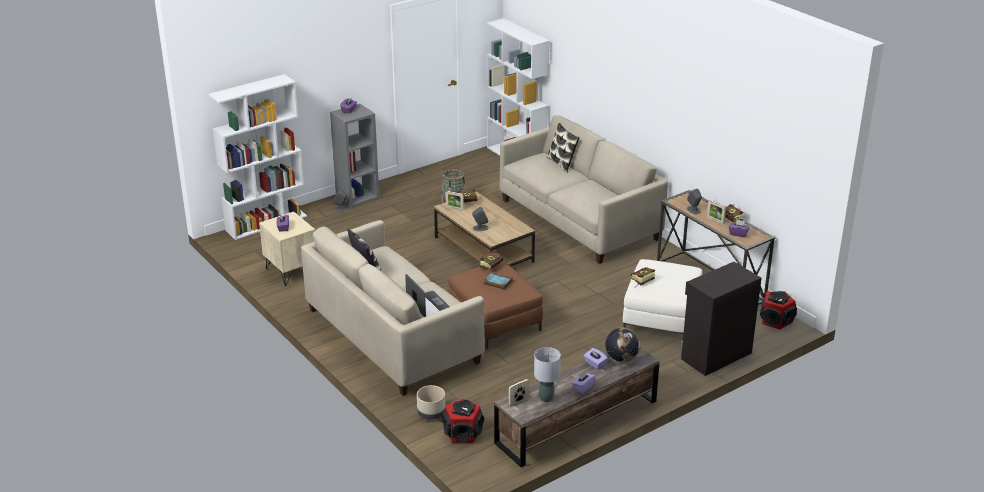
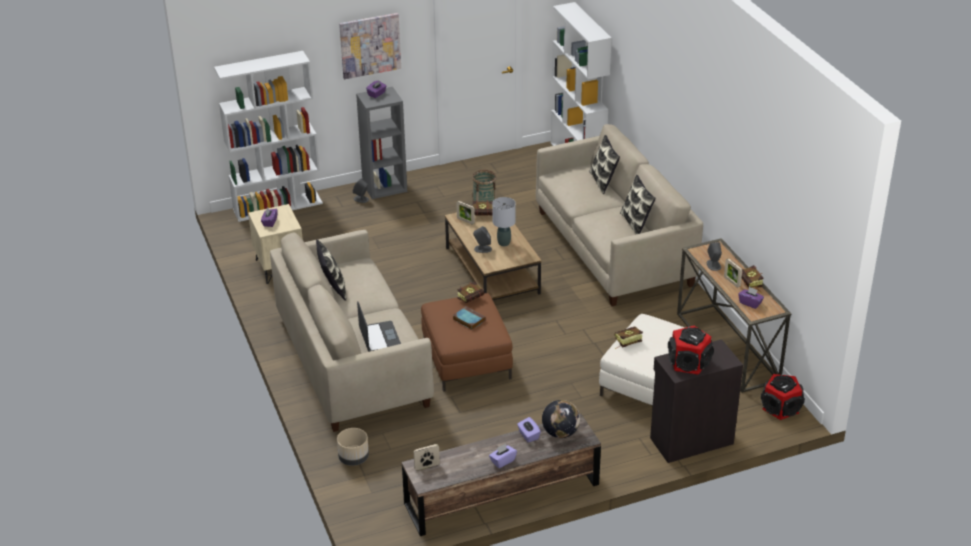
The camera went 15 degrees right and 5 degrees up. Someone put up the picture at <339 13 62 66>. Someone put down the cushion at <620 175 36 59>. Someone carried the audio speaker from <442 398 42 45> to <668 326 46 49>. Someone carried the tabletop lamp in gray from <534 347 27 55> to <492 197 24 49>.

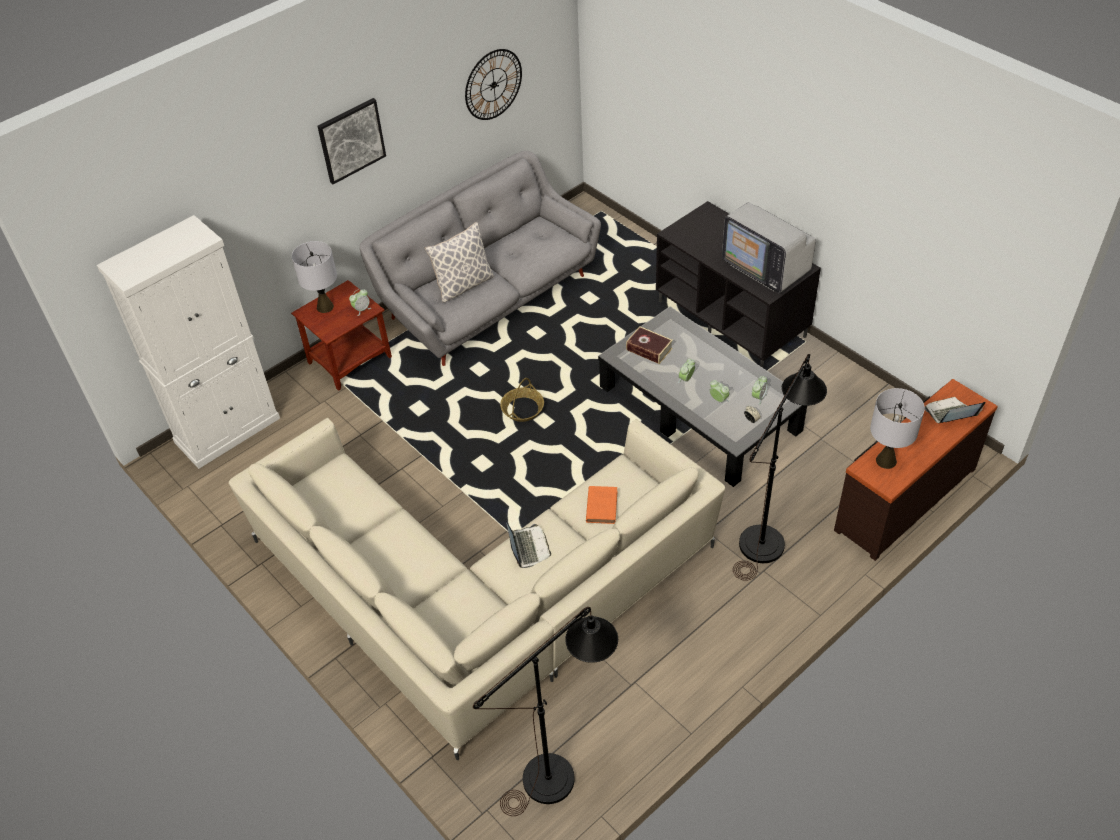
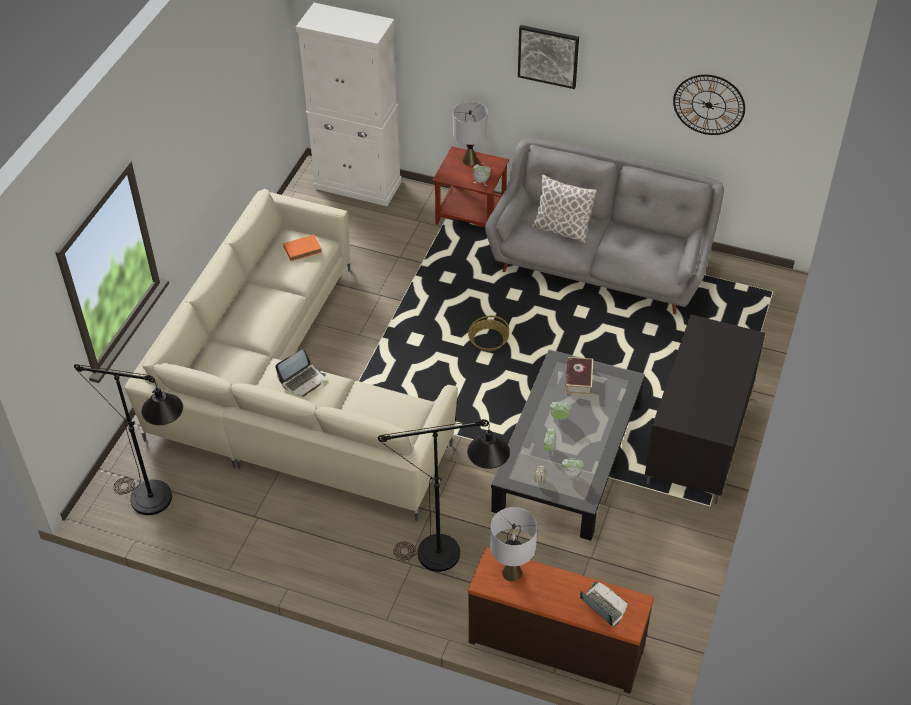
The camera went 60 degrees right and 0 degrees up. Someone took away the TV at <722 202 94 91>. Someone carried the volume in orange from <586 486 31 38> to <283 235 39 26>.

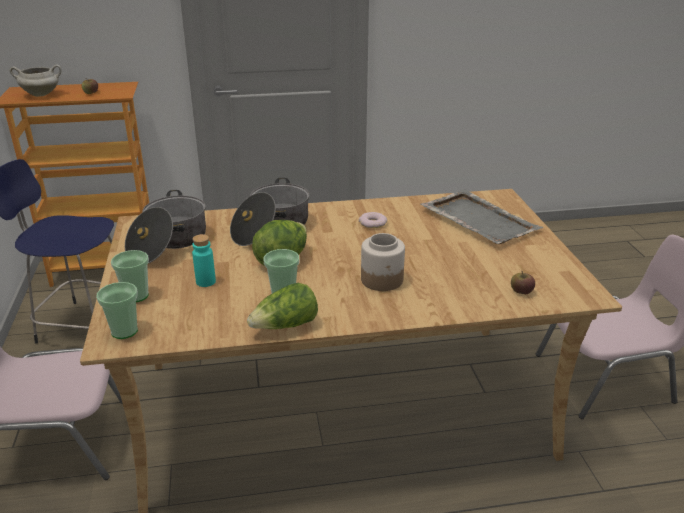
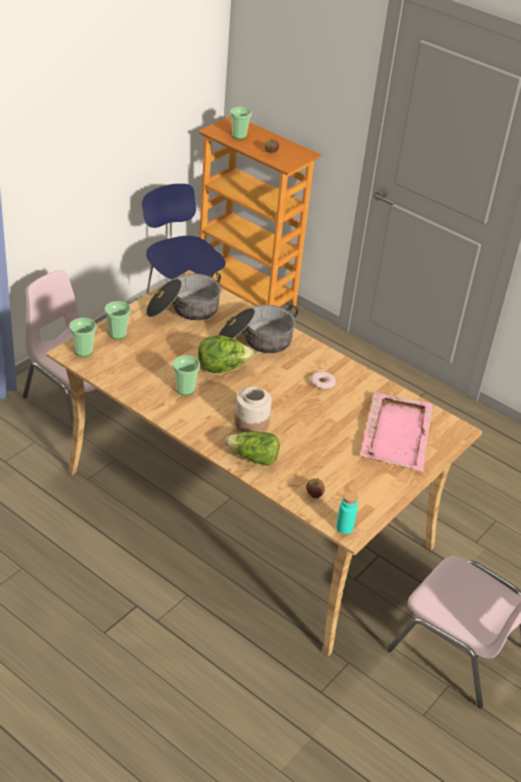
The camera went 45 degrees right and 10 degrees up. Someone carried the beverage bottle in turquoise-coloured from <192 234 24 53> to <336 491 22 43>. Someone carried the lettuce from <247 283 71 46> to <225 431 55 35>. Someone swapped the cooking pot in whitish at <9 65 53 32> for the cup at <230 107 22 32>. Someone repainted the carrying tray in gray at <421 189 122 55>, which became the carrying tray in pink at <361 392 72 79>.

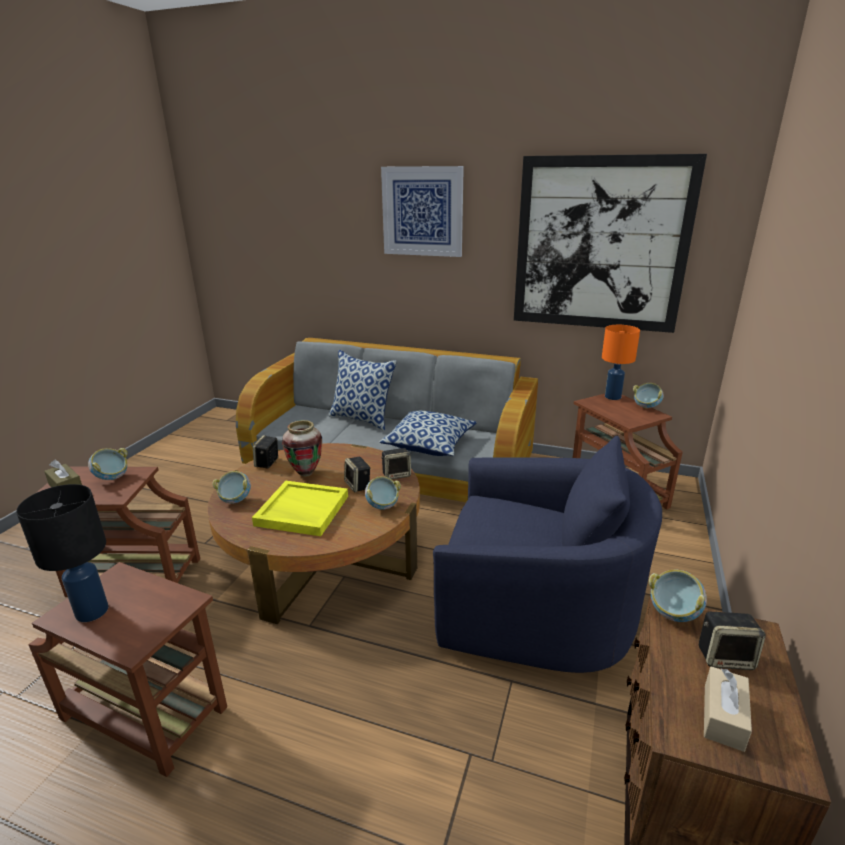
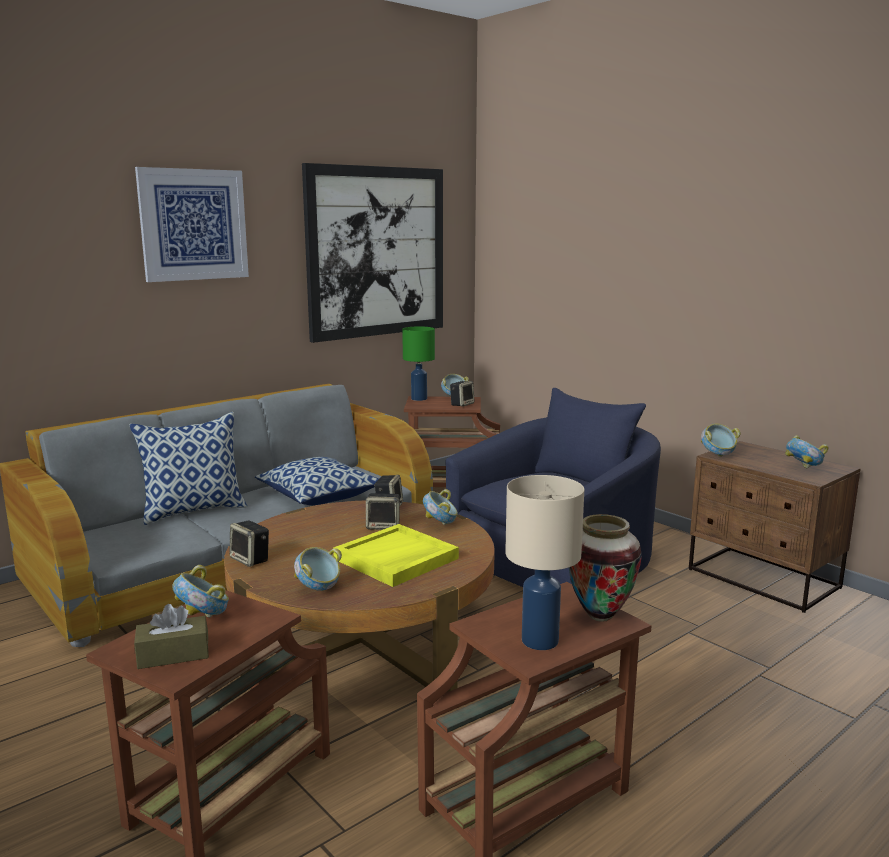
The camera went 60 degrees left and 10 degrees down. Someone carried the flower vase from <282 420 40 57> to <569 514 73 108>. Someone carried the audio speaker from <699 612 67 58> to <450 381 24 26>. Someone swapped the tissue holder in beige at <704 667 48 85> for the serving bowl at <785 435 44 33>. Someone repainted the tabletop lamp in black-coloured at <16 484 93 138>, which became the tabletop lamp in beige at <505 475 79 175>. Someone repainted the tabletop lamp in orange at <602 325 38 75>, which became the tabletop lamp in green-coloured at <402 327 33 74>.

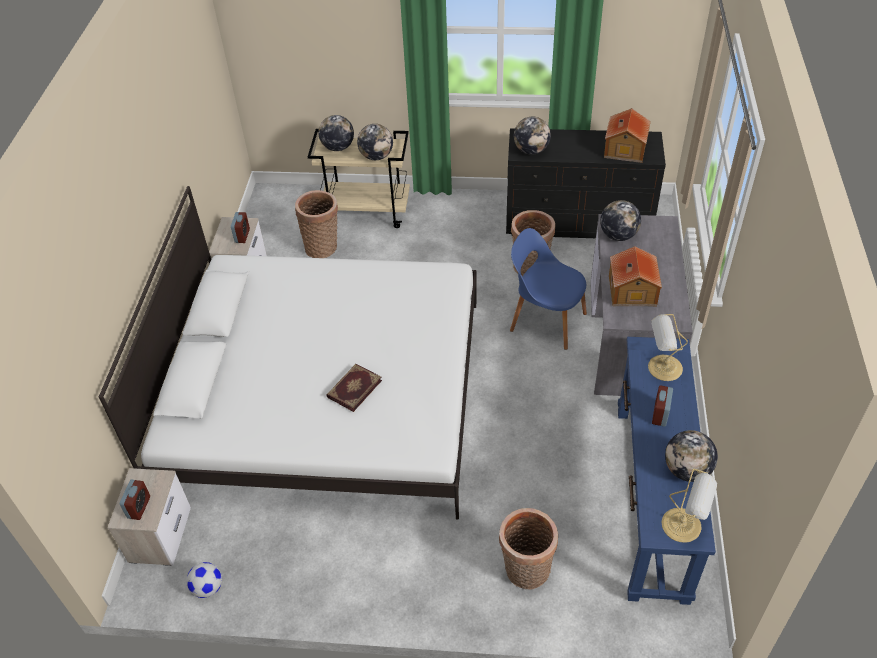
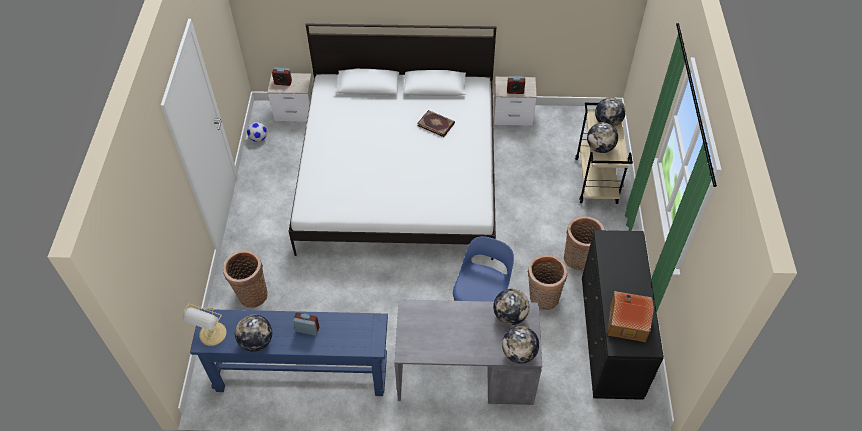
The camera went 85 degrees right and 5 degrees up. Someone took away the model house at <609 246 53 60>. Someone took away the tabletop lamp at <648 314 40 67>. Someone carried the household basket from <295 190 43 68> to <564 216 40 54>. Someone carried the volume from <326 364 56 48> to <417 110 38 27>. Someone carried the desk globe from <514 117 37 38> to <502 326 37 38>.

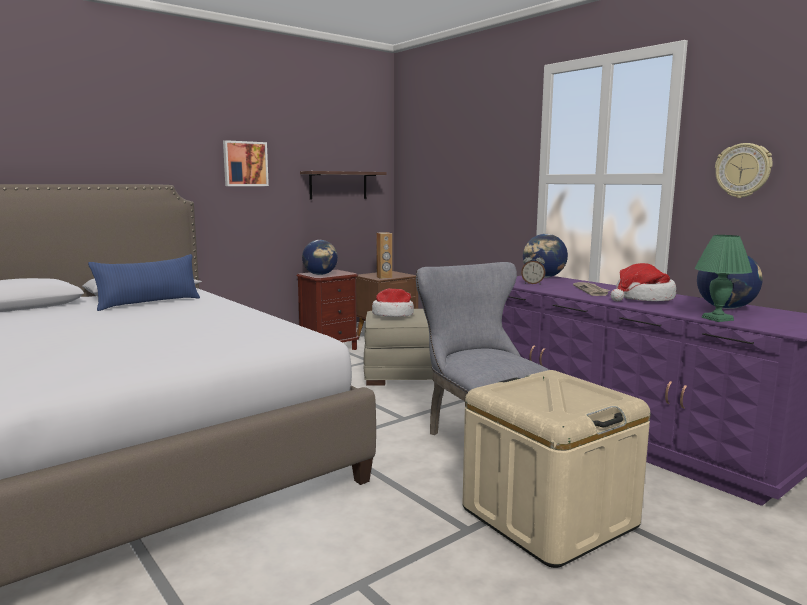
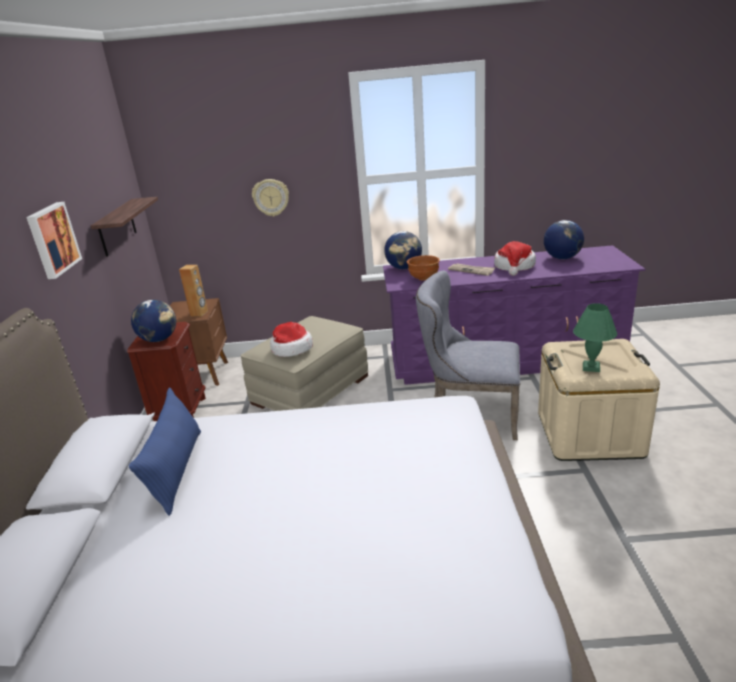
The camera went 50 degrees left and 15 degrees up. Someone carried the tabletop lamp in green-coloured from <695 235 57 87> to <573 303 44 69>. Someone carried the clock on the wall from <715 143 58 55> to <252 179 37 38>. Someone swapped the table clock at <521 253 25 32> for the serving bowl in brown-coloured at <407 255 33 25>.

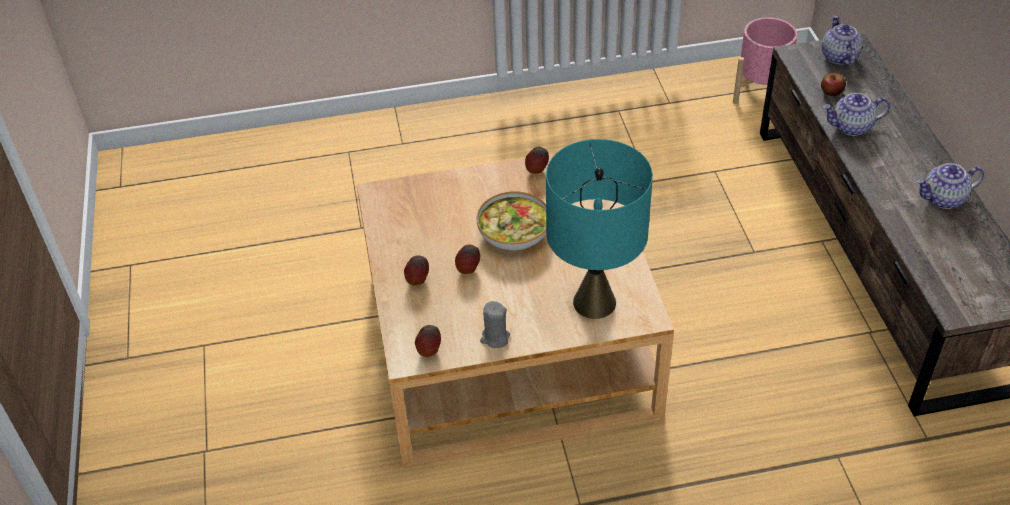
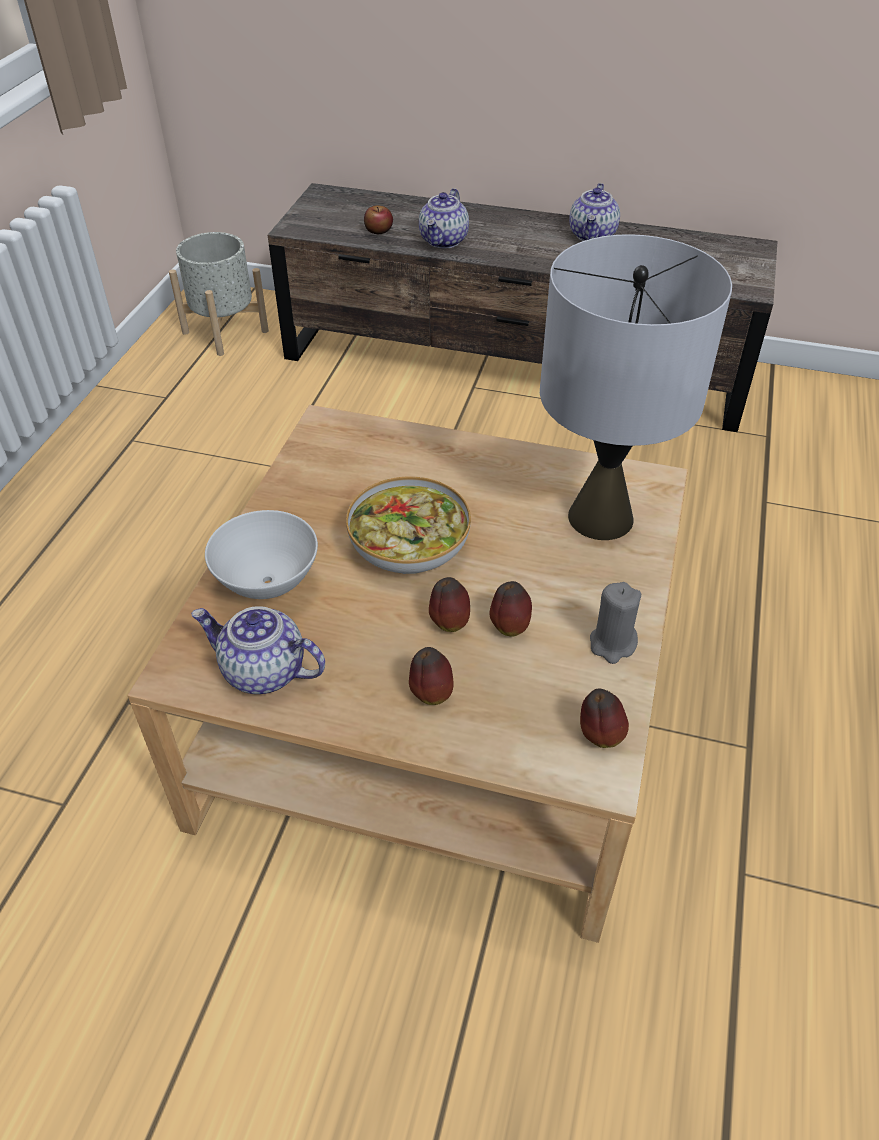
The camera went 65 degrees left and 0 degrees up. Someone put down the serving bowl in whitish at <205 510 113 89>. Someone carried the whole apple from <525 147 24 27> to <489 581 43 56>. Someone carried the tea pot from <822 15 40 51> to <191 606 134 88>. Someone repainted the tabletop lamp in turquoise-coloured at <546 139 107 180>, which became the tabletop lamp in gray at <540 234 192 306>. Someone repainted the flower pot in pink at <733 17 64 87>, which became the flower pot in gray at <169 232 100 124>.

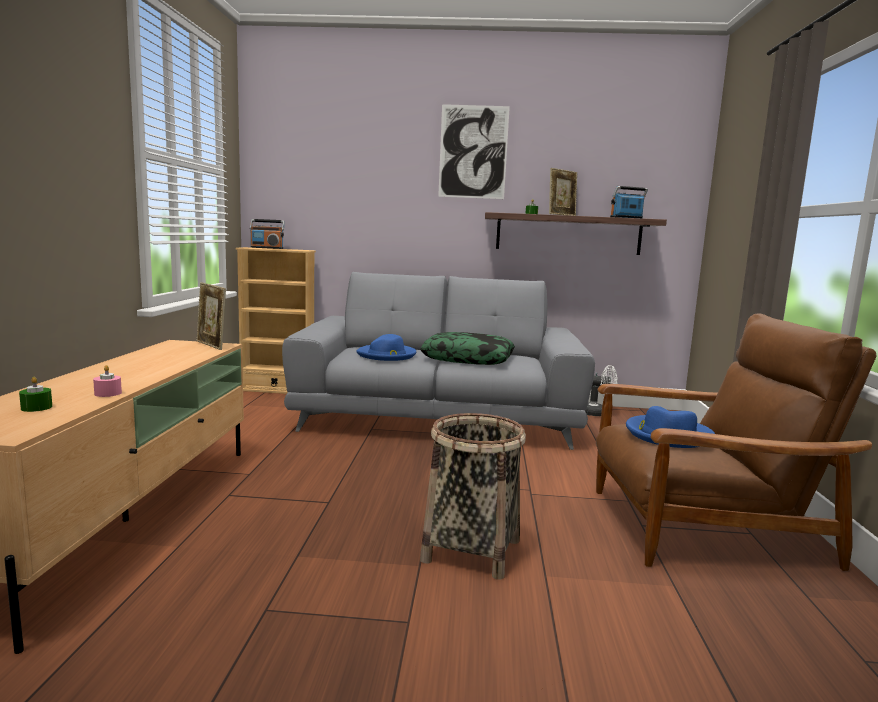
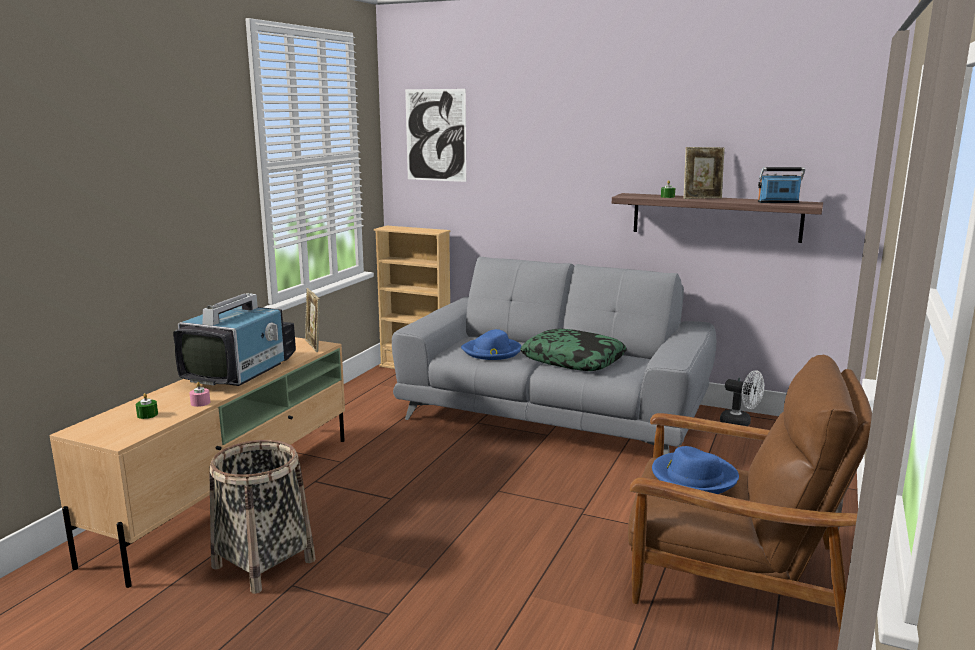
The camera went 20 degrees right and 5 degrees up. Someone took away the radio receiver at <250 219 35 30>. Someone put down the TV at <173 293 123 93>. Someone carried the household basket from <420 413 106 166> to <209 440 107 154>. Someone carried the picture from <438 104 72 95> to <405 89 61 93>.

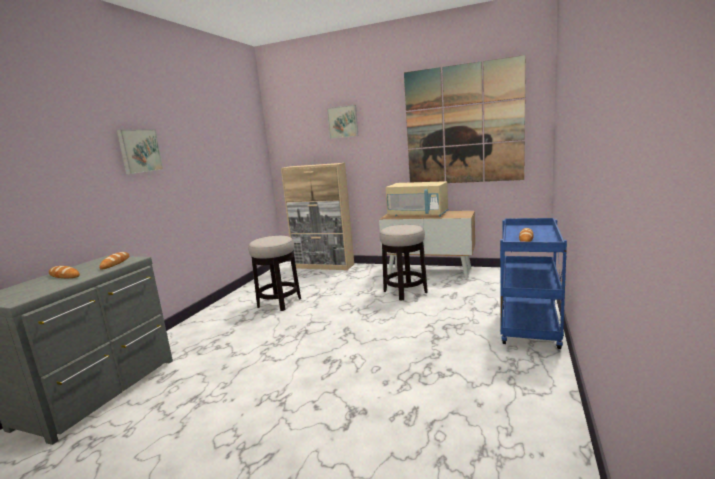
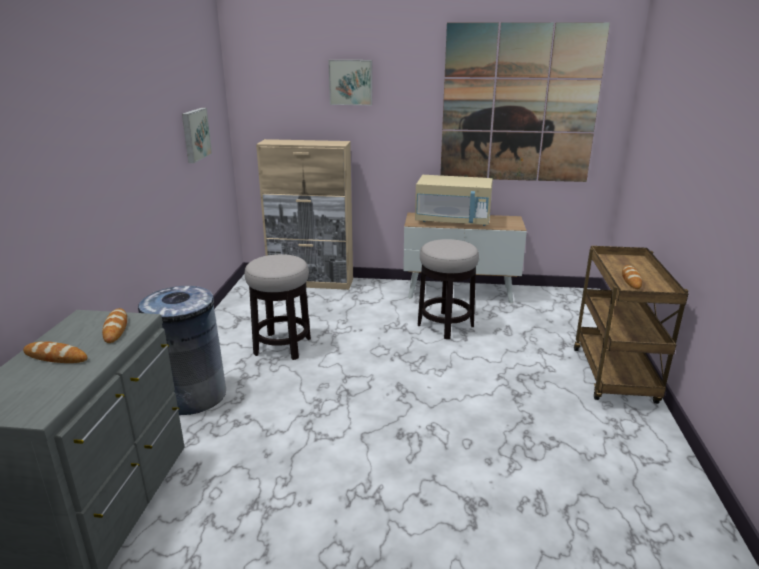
The camera went 15 degrees left and 10 degrees up. Someone put down the rubbish bin in gray at <138 286 88 129>. Someone carried the picture from <116 129 48 45> to <182 108 30 55>. Someone repainted the cart in blue-coloured at <500 218 67 131>, which became the cart in brown-coloured at <574 246 114 158>.

